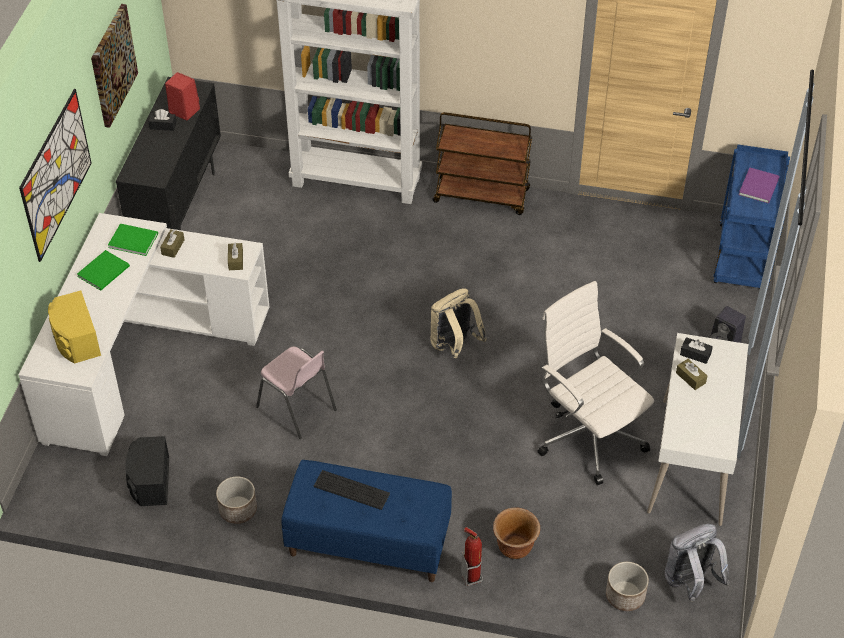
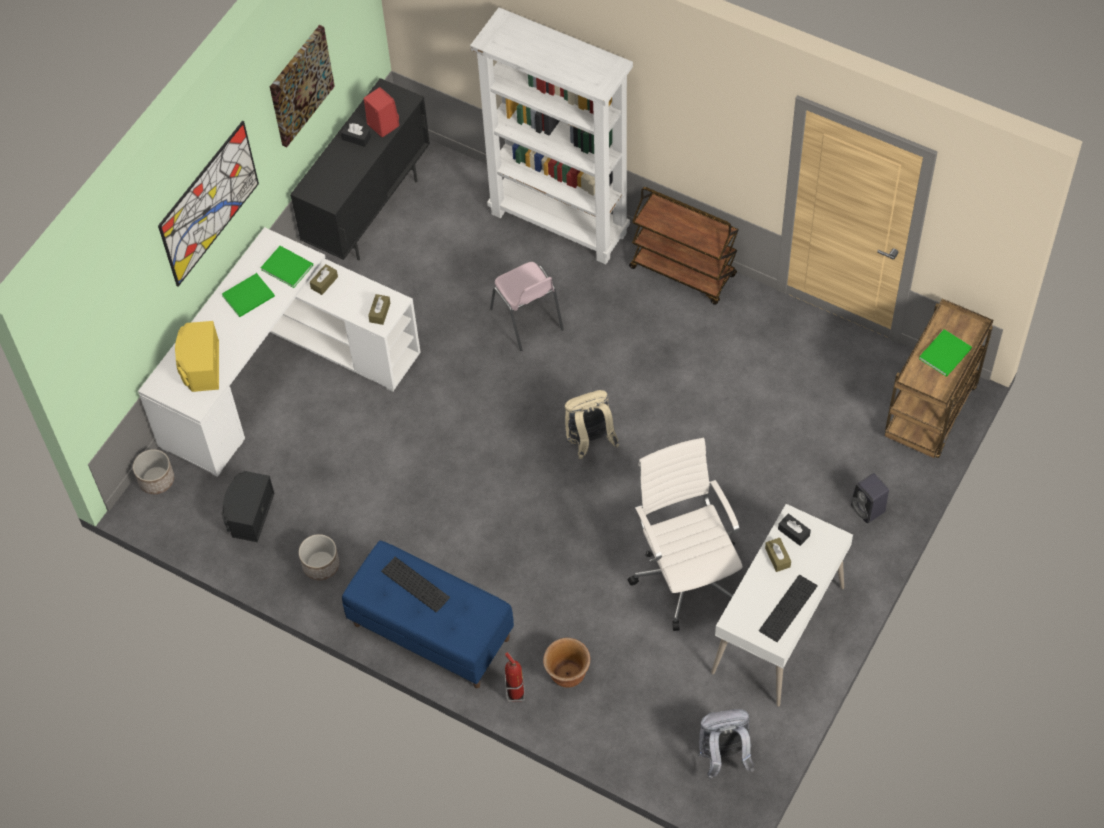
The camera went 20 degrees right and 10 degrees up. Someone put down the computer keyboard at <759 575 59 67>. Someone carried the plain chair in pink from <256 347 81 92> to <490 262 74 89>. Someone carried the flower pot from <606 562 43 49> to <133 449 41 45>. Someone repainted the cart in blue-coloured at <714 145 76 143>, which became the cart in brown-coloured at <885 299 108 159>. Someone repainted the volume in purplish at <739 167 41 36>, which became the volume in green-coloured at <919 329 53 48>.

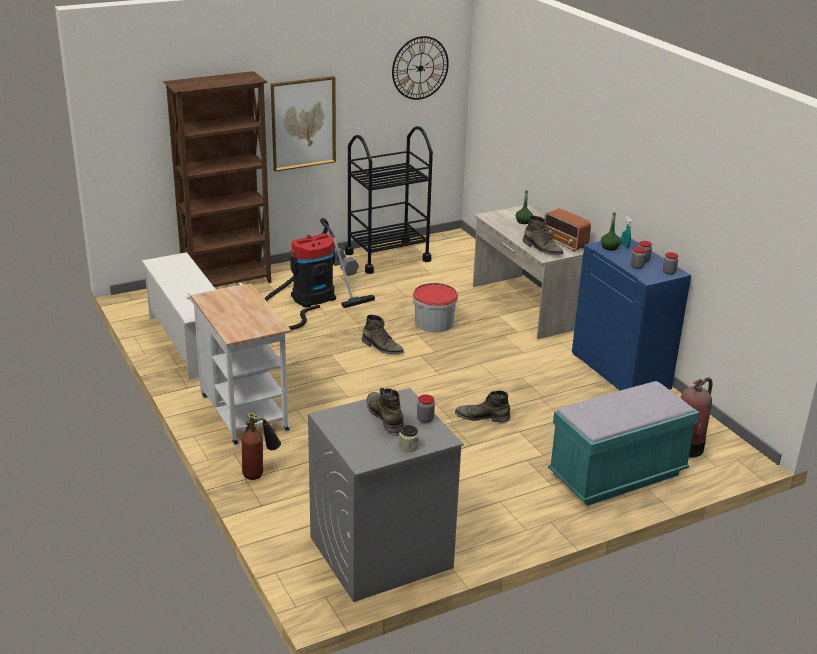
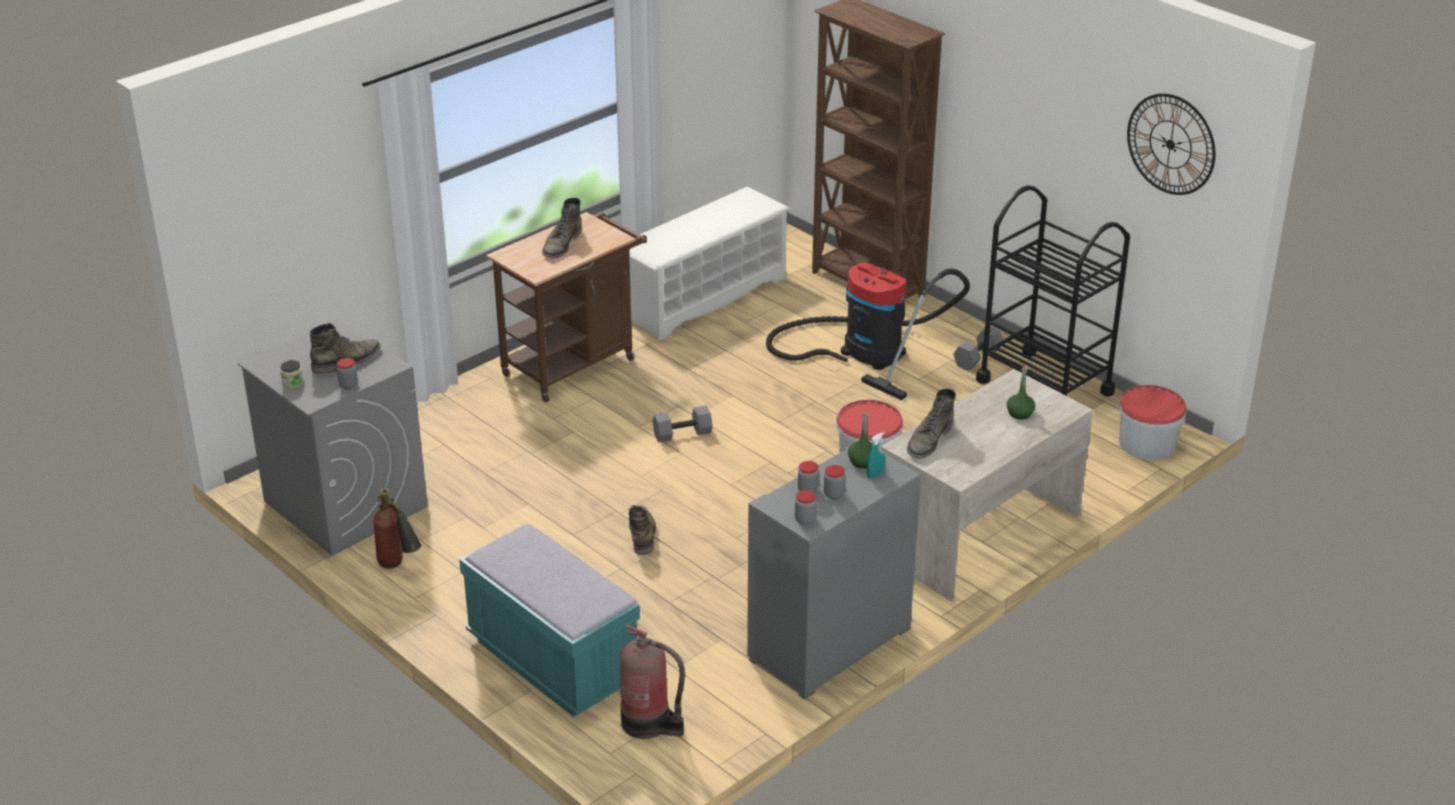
The camera went 75 degrees right and 5 degrees up. Someone took away the picture at <271 76 65 96>. Someone took away the radio receiver at <544 209 47 43>. Someone put down the dumbbell in gray at <653 406 60 36>. Someone put down the pail at <1119 385 67 75>. Someone carried the fire-fighting cylinder from <241 413 40 67> to <373 488 49 81>. Someone carried the tall boot in green-coloured from <362 315 42 39> to <542 197 39 62>. Someone repainted the cart in whitish at <186 283 105 163>, which became the cart in brown-coloured at <486 212 161 190>. Someone repainted the cabinet in blue-coloured at <572 237 119 154>, which became the cabinet in gray at <747 439 174 261>.

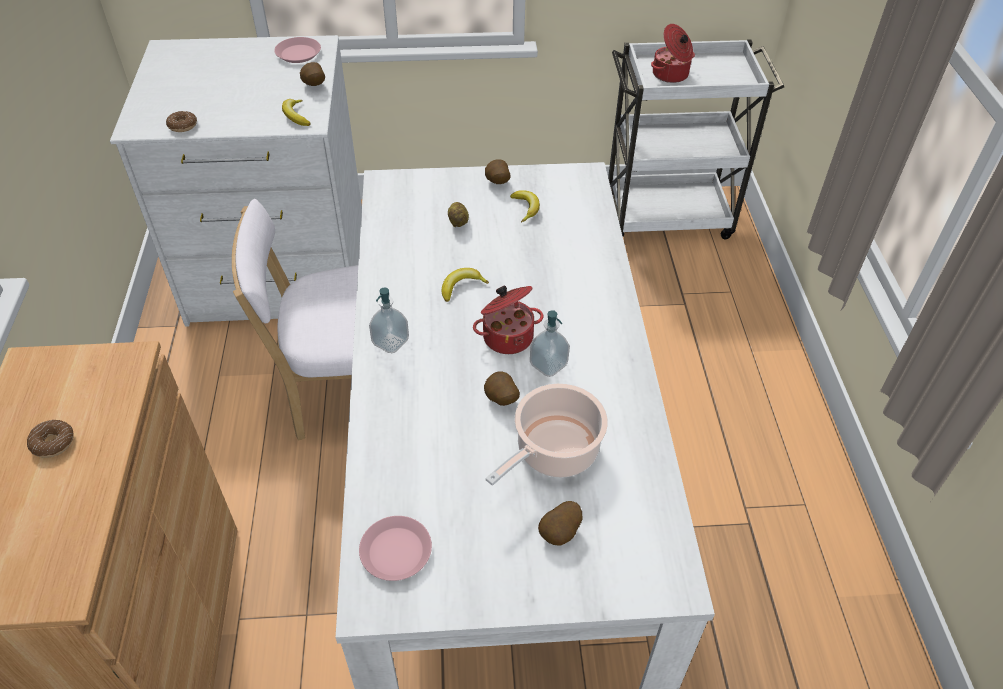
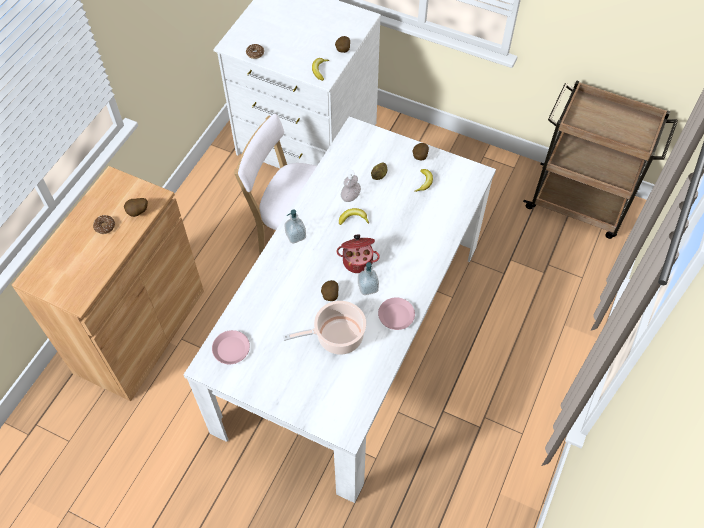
The camera went 30 degrees right and 10 degrees up. Someone took away the cooking pot at <651 24 44 59>. Someone put down the liquid soap bottle at <341 169 20 33>. Someone carried the dinner plate in pink from <274 37 47 26> to <378 298 37 32>. Someone carried the whole potato from <538 501 44 44> to <124 198 24 19>. Someone repainted the cart in whitish at <608 39 176 200>, which became the cart in brown-coloured at <523 80 155 159>.

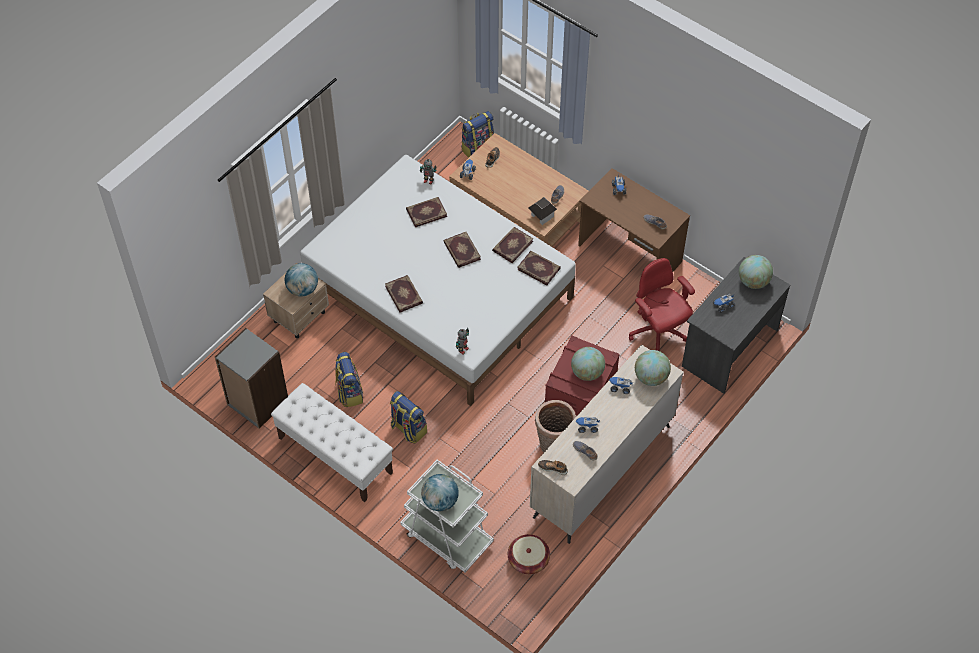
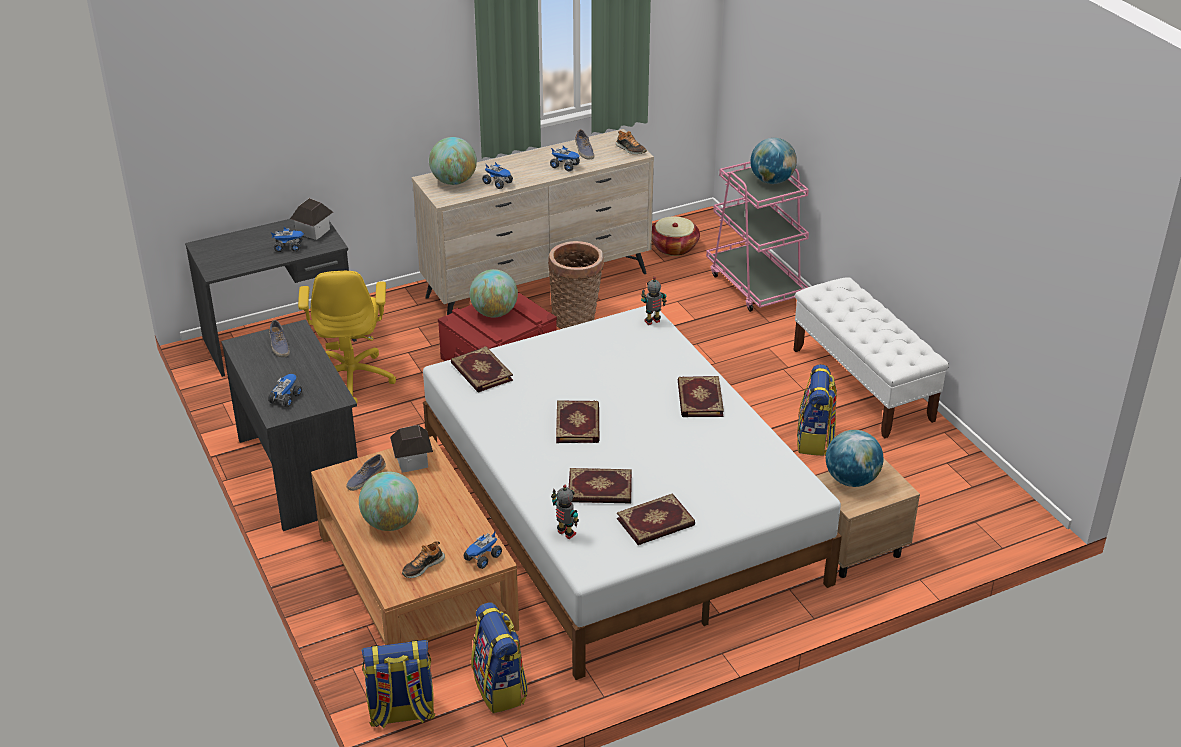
The camera went 155 degrees left and 20 degrees down. Someone took away the bookcase in gray at <215 328 73 101>. Someone put down the model house at <290 198 43 42>. Someone carried the knapsack from <390 391 37 53> to <471 602 57 111>. Someone carried the volume from <492 227 42 36> to <617 493 78 52>. Someone carried the desk globe from <739 255 34 34> to <359 472 59 59>. Someone repainted the cart in whitish at <400 460 94 112>, which became the cart in pink at <706 162 103 150>. Someone repainted the desk unit in brown-coloured at <578 168 112 104>, which became the desk unit in gray at <221 319 137 212>. Someone repainted the computer chair in red at <629 258 66 93>, which became the computer chair in yellow at <298 271 98 132>.

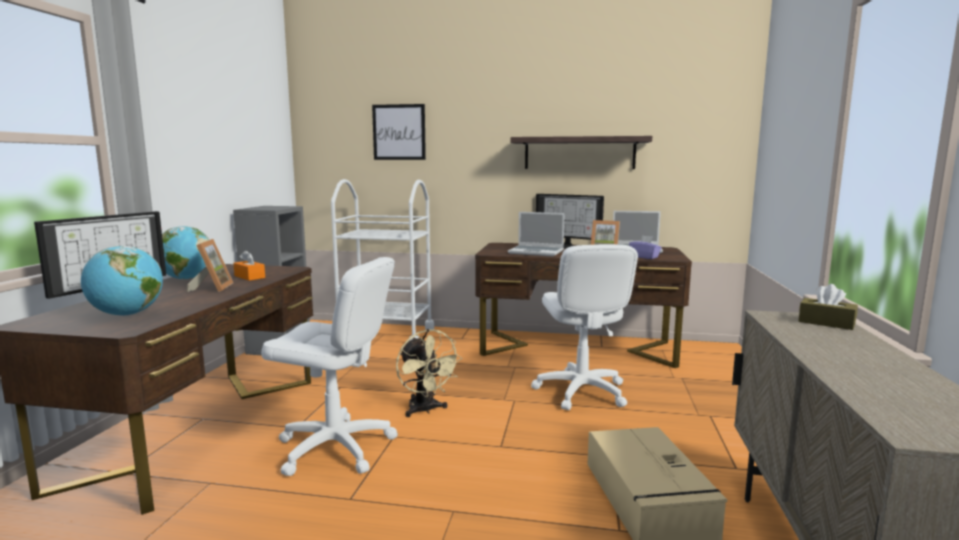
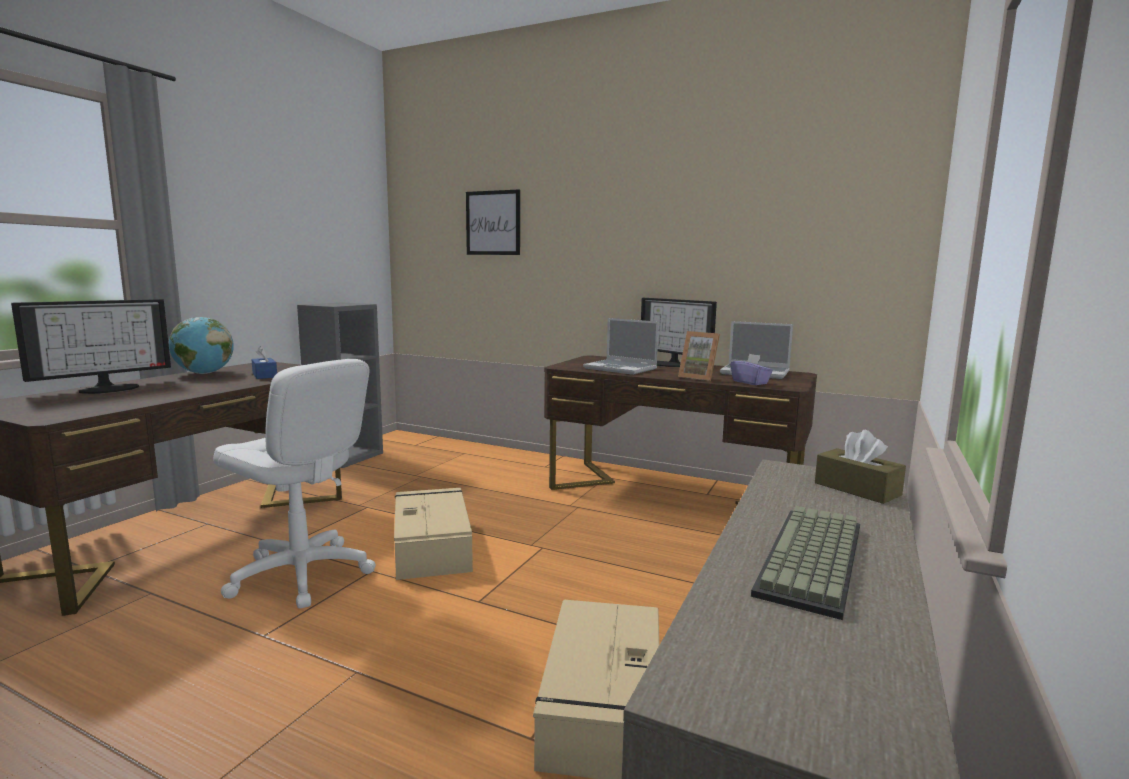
The camera went 15 degrees right and 0 degrees up. Someone took away the desk globe at <81 246 82 70>. Someone took away the photo frame at <186 239 47 53>. Someone took away the cart in whitish at <331 179 103 162>. Someone took away the wall shelf at <511 136 141 33>. Someone took away the computer chair in whitish at <531 244 107 166>. Someone put down the computer keyboard at <751 506 109 114>. Someone swapped the cooling fan in beige at <396 329 66 88> for the storage box in beige at <394 488 79 92>. Someone repainted the tissue holder in orange at <233 250 32 31>, which became the tissue holder in blue-coloured at <251 346 26 33>.

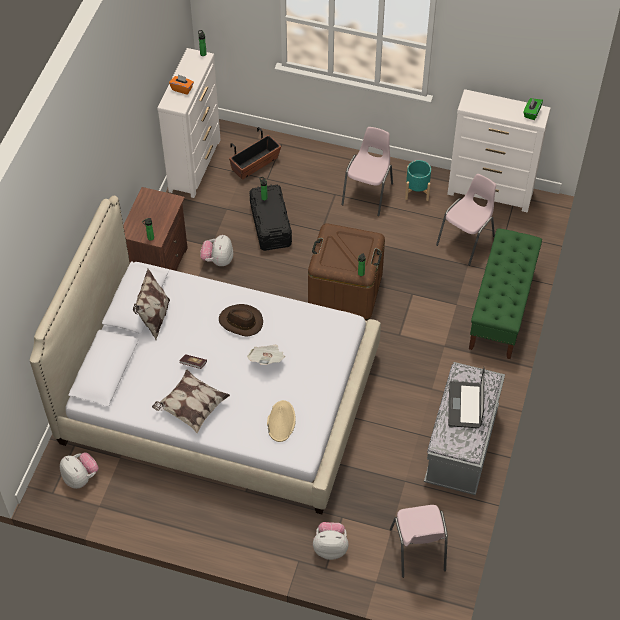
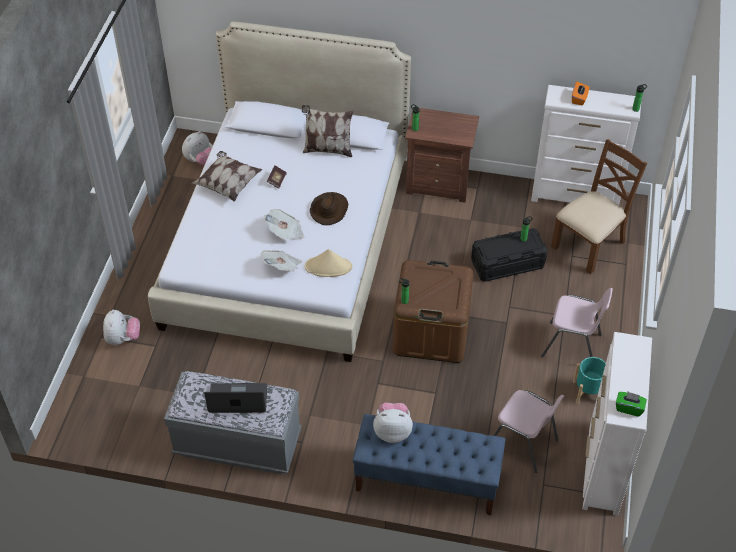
The camera went 85 degrees right and 5 degrees down. Someone took away the plain chair in pink at <390 505 58 73>. Someone put down the printed paper at <260 250 42 22>. Someone carried the soft toy from <200 235 33 31> to <373 403 40 40>. Someone carried the wearable hat in beige from <267 400 29 42> to <305 249 47 28>. Someone swapped the flower pot at <229 127 52 53> for the plain chair in brown-coloured at <551 139 96 135>. Someone repainted the long seat in green-coloured at <469 228 73 131>, which became the long seat in blue-coloured at <353 414 153 101>.

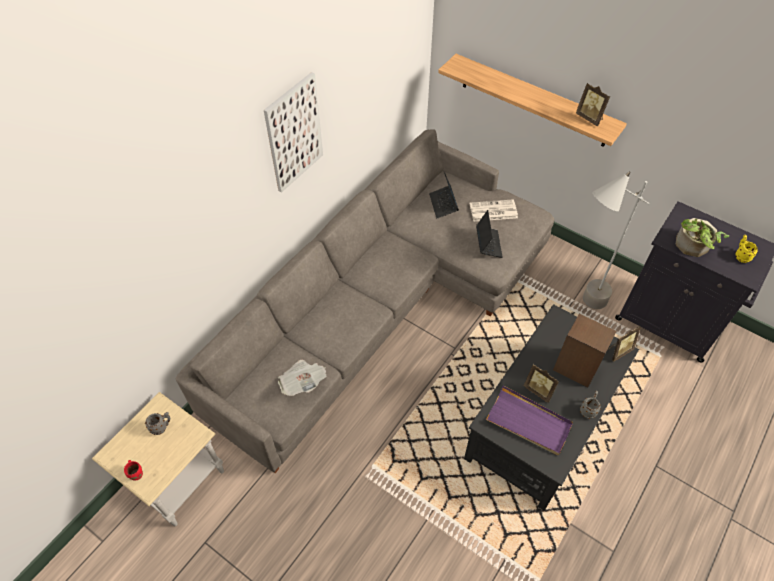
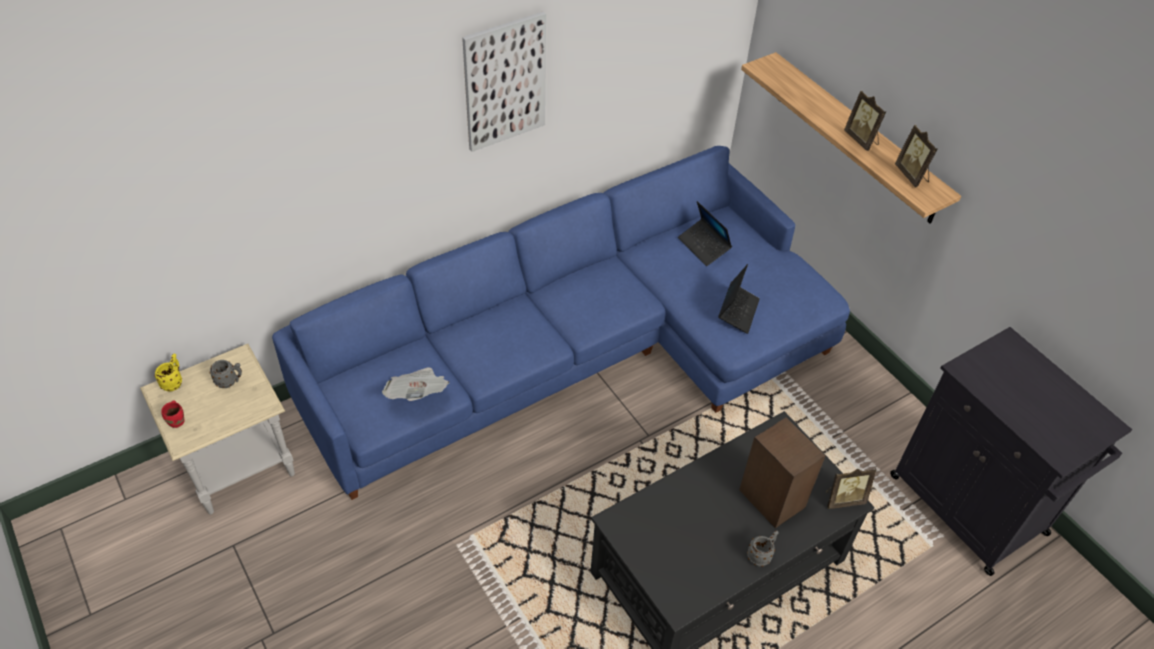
The camera went 20 degrees right and 5 degrees down. Someone took away the printed paper at <470 199 48 23>. Someone took away the carrying tray in purplish at <486 385 87 70>. Someone took away the floor lamp in gray at <583 171 66 138>. Someone took away the potted plant at <676 218 53 39>. Someone carried the photo frame from <524 364 35 39> to <844 91 42 60>. Someone carried the tea mug in yellow from <735 235 23 28> to <154 353 28 38>. Someone repainted the settee in gray at <176 129 379 344>, which became the settee in blue-coloured at <272 146 578 354>. Someone rotated the portable computer at <429 172 30 47> by 45 degrees counterclockwise.

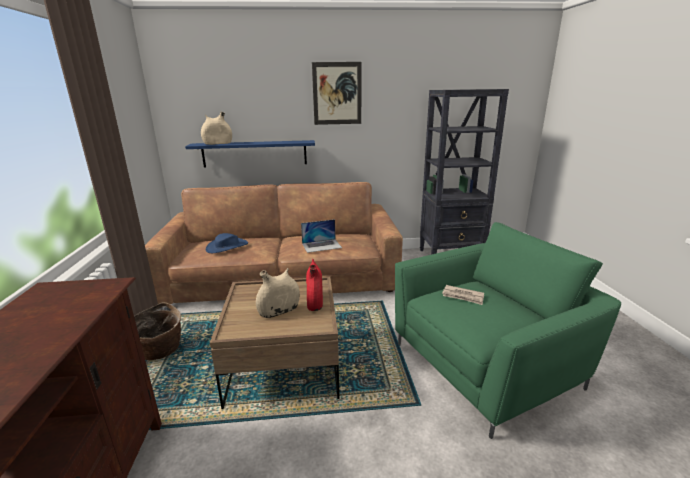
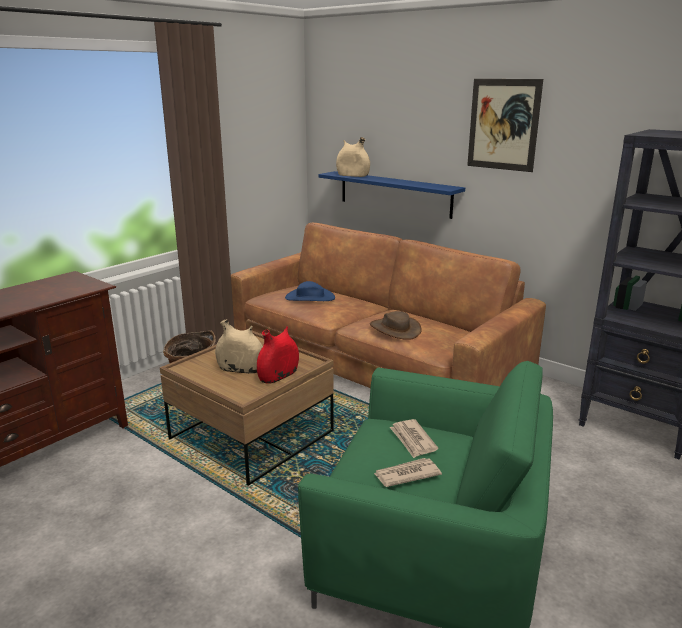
The camera went 45 degrees right and 0 degrees up. Someone put down the printed paper at <374 458 68 29>. Someone swapped the portable computer at <301 219 41 34> for the wearable hat in brown-coloured at <370 311 52 29>.

